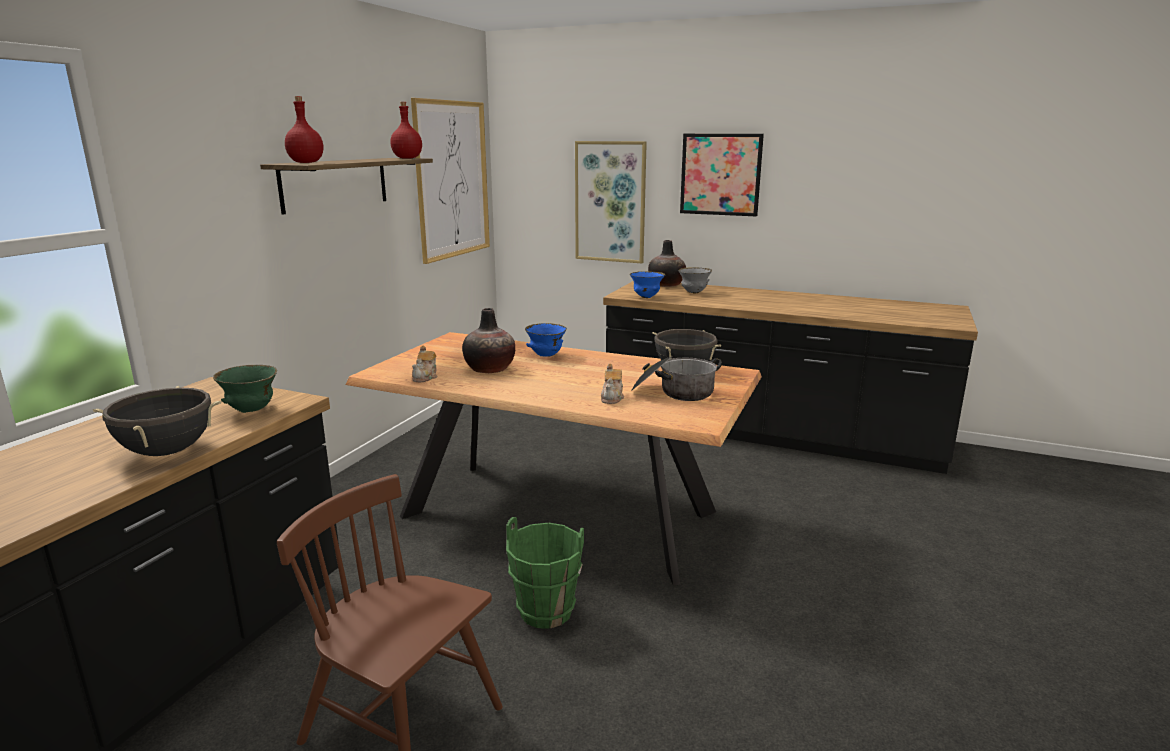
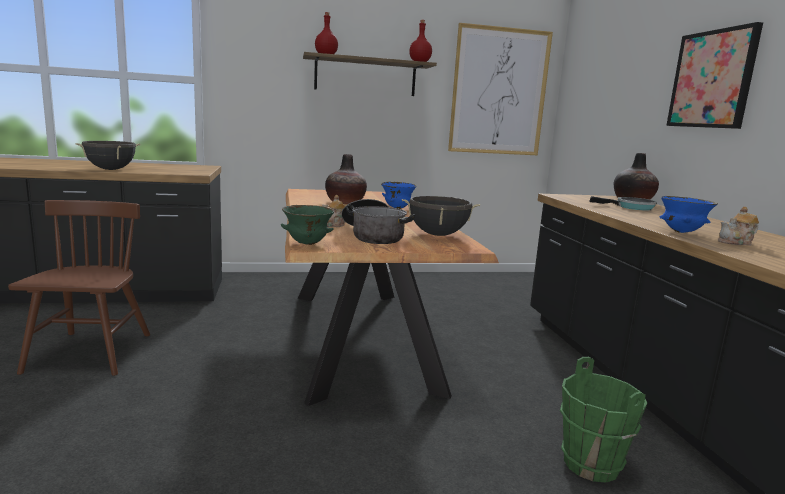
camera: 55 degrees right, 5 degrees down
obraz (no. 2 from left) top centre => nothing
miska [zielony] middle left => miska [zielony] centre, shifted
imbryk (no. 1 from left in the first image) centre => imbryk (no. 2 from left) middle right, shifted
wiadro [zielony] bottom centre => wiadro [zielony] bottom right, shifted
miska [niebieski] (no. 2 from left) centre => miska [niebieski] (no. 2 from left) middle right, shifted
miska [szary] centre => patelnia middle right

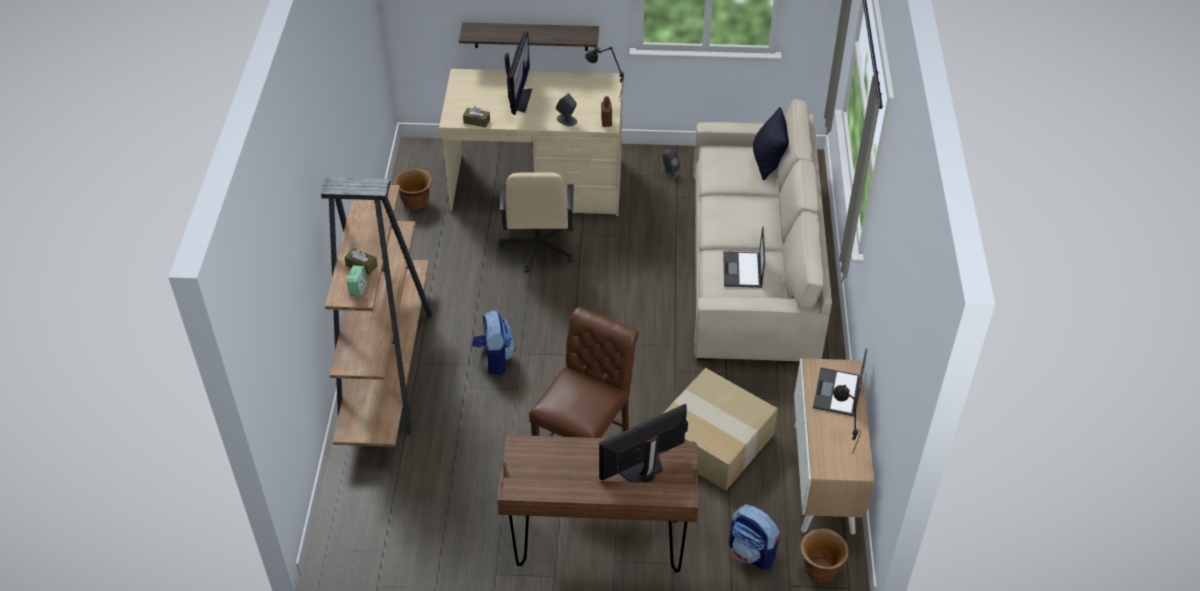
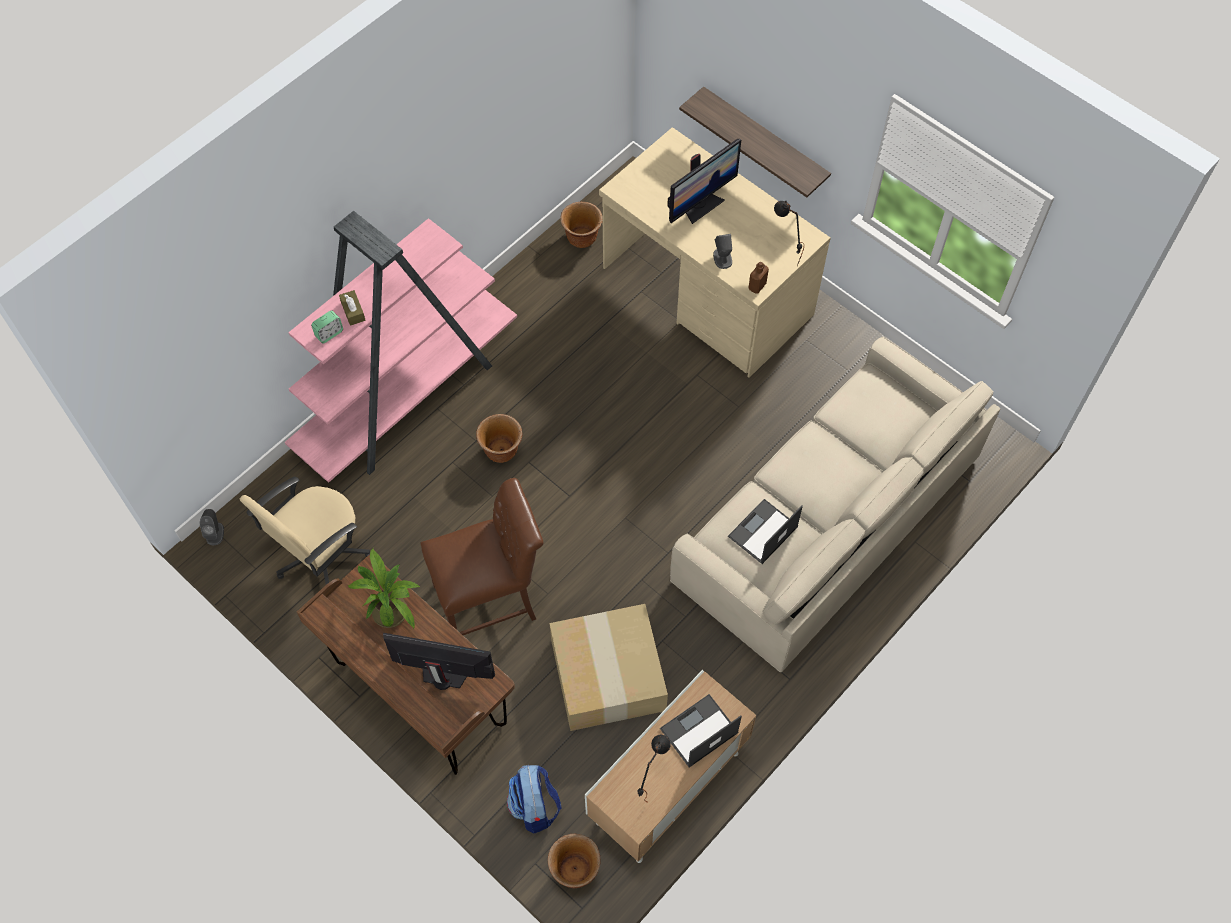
camera: 40 degrees right, 15 degrees up
pudełko chusteczek [brązowy] (no. 2 from left) top centre => nothing
poduszka [czarny] top centre => nothing
nothing => roślina doniczkowa middle left
krzesło biurowe [beżowy] centre => krzesło biurowe [beżowy] middle left, shifted
głośnik [szary] (no. 2 from left in the first image) top centre => głośnik [szary] (no. 1 from left) middle left, shifted
plecak (no. 1 from left) centre => donica [brązowy] (no. 1 from left) centre
regał [brązowy] middle left => regał [różowy] middle left

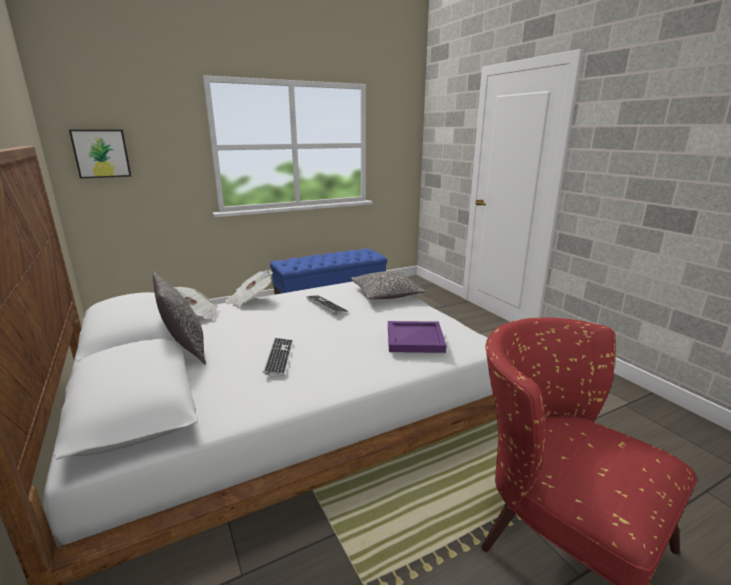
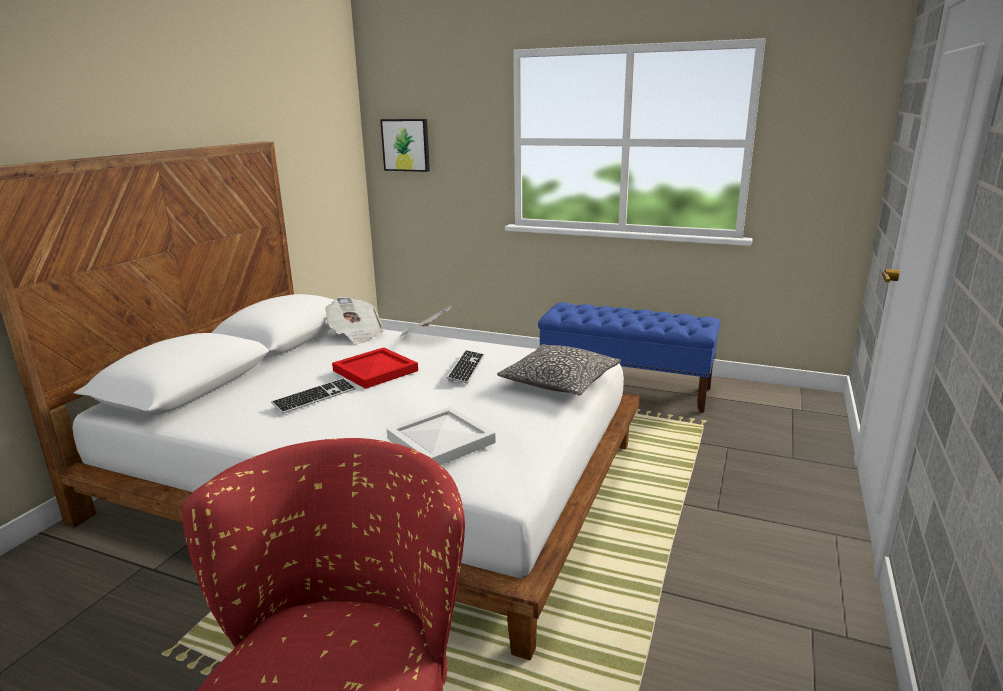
camera: 50 degrees right, 0 degrees up
poduszka (no. 1 from left) middle left => nothing
nothing => taca [czerwony] centre
taca [fioletowy] centre => taca [biały] centre

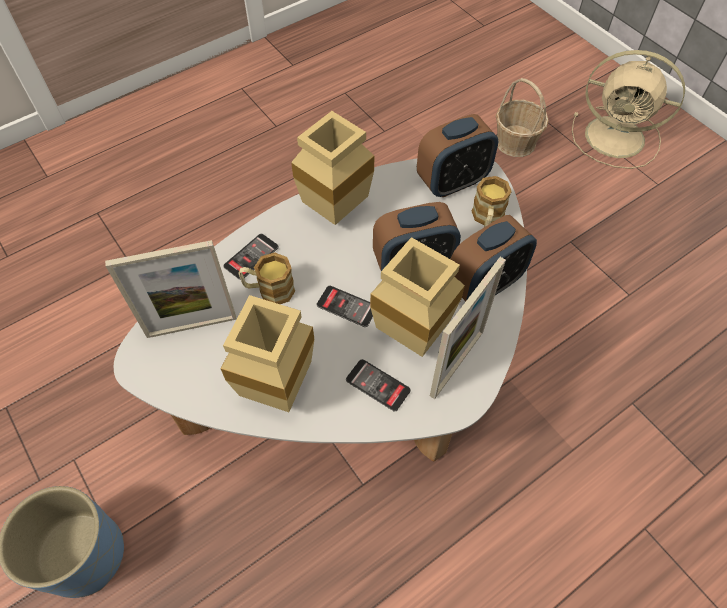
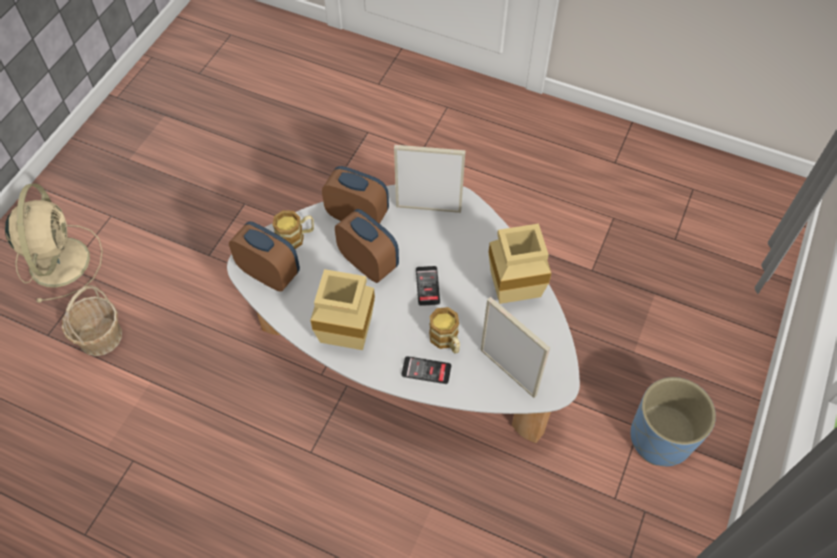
camera: 120 degrees left, 0 degrees up
telefon (no. 3 from left) centre => nothing
wazon [beżowy] (no. 3 from left) centre => nothing

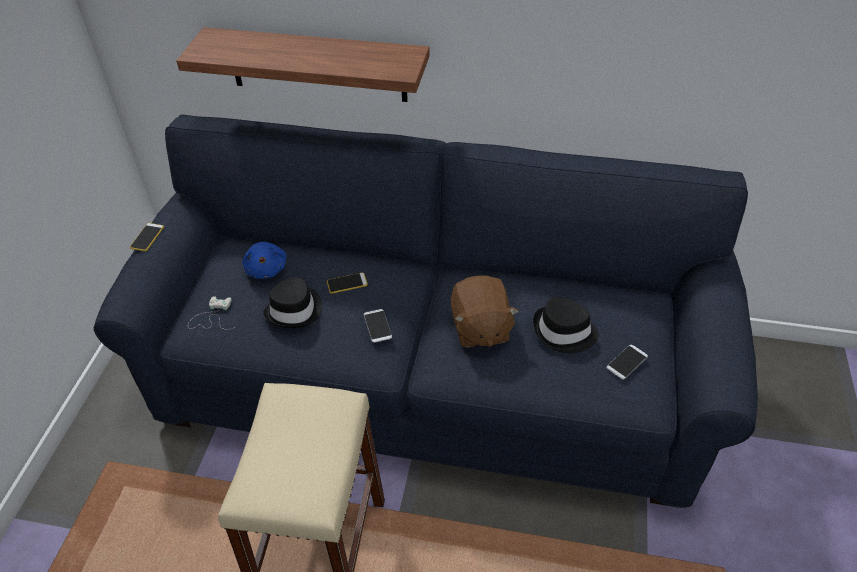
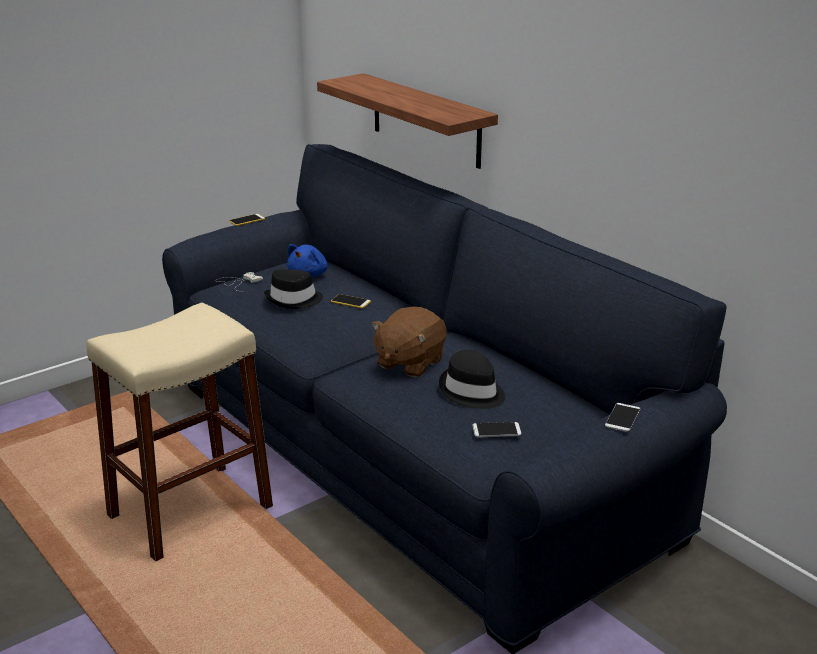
camera: 40 degrees right, 20 degrees down
telefon (no. 3 from left in the first image) centre => telefon (no. 4 from left) middle right, shifted

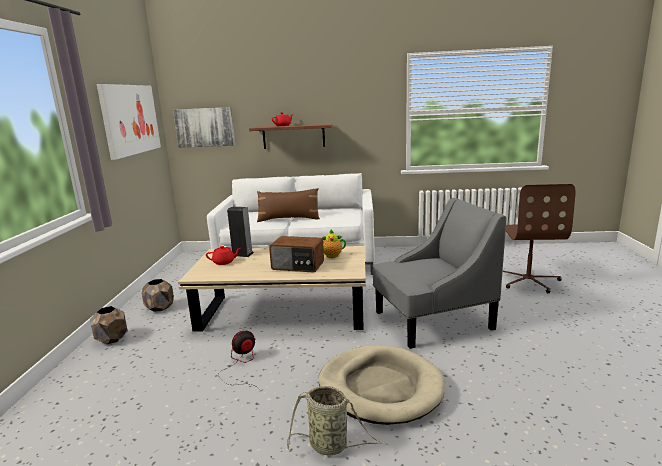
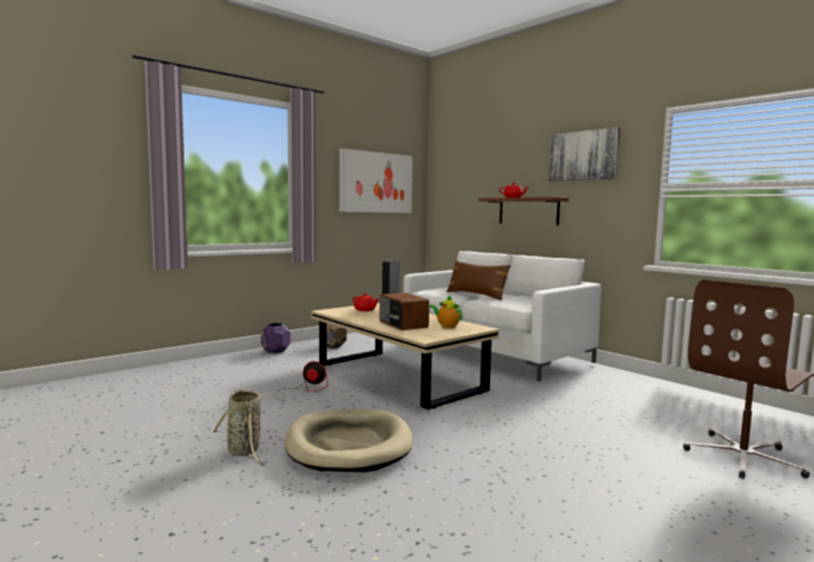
camera: 45 degrees right, 10 degrees down
fotel [szary] centre => nothing
obraz (no. 2 from left) top left => obraz (no. 2 from left) top right, shifted
donica [brązowy] (no. 1 from left) bottom left => donica [fioletowy] centre

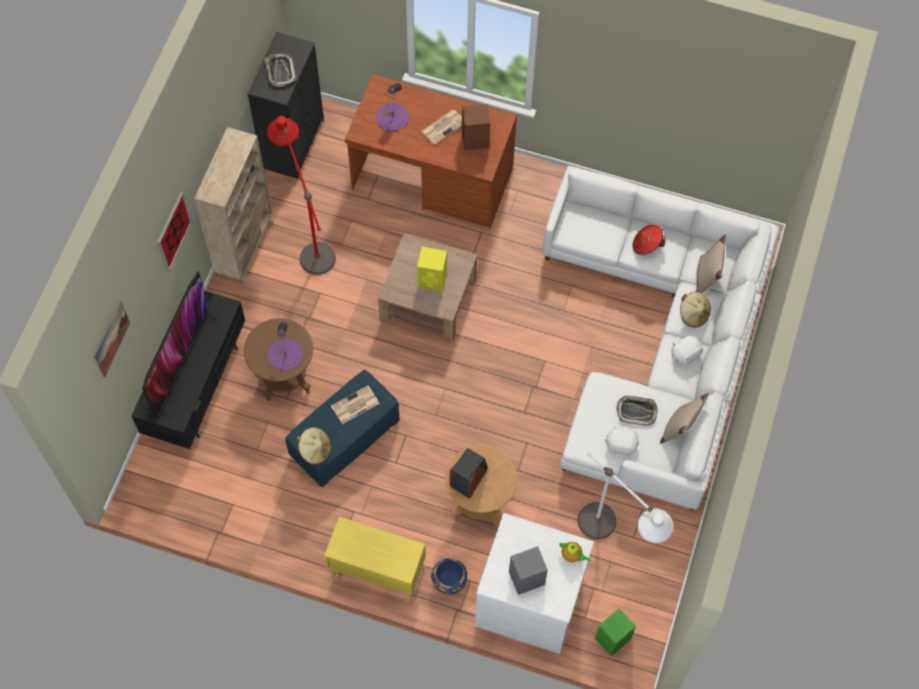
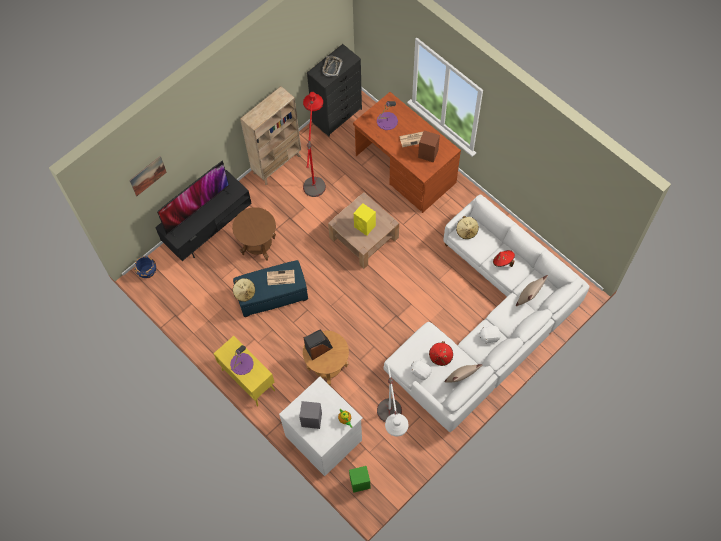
camera: 30 degrees right, 0 degrees up
obraz (no. 2 from left) middle left => nothing
lampa stołowa [fioletowy] (no. 1 from left) middle left => lampa stołowa [fioletowy] (no. 1 from left) centre, shifted
donica [niebieski] bottom centre => donica [niebieski] middle left, shifted
kapelusz [beżowy] (no. 2 from left) middle right => kapelusz [beżowy] (no. 2 from left) centre, shifted
taca (no. 2 from left) middle right => kapelusz [czerwony] (no. 1 from left) centre

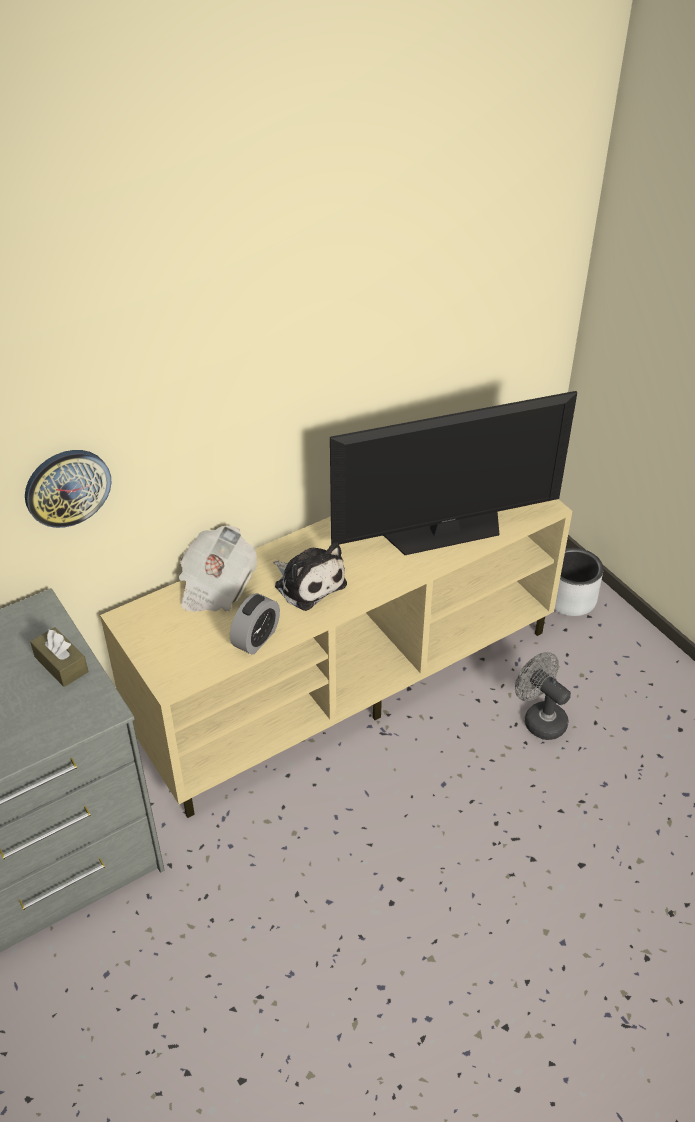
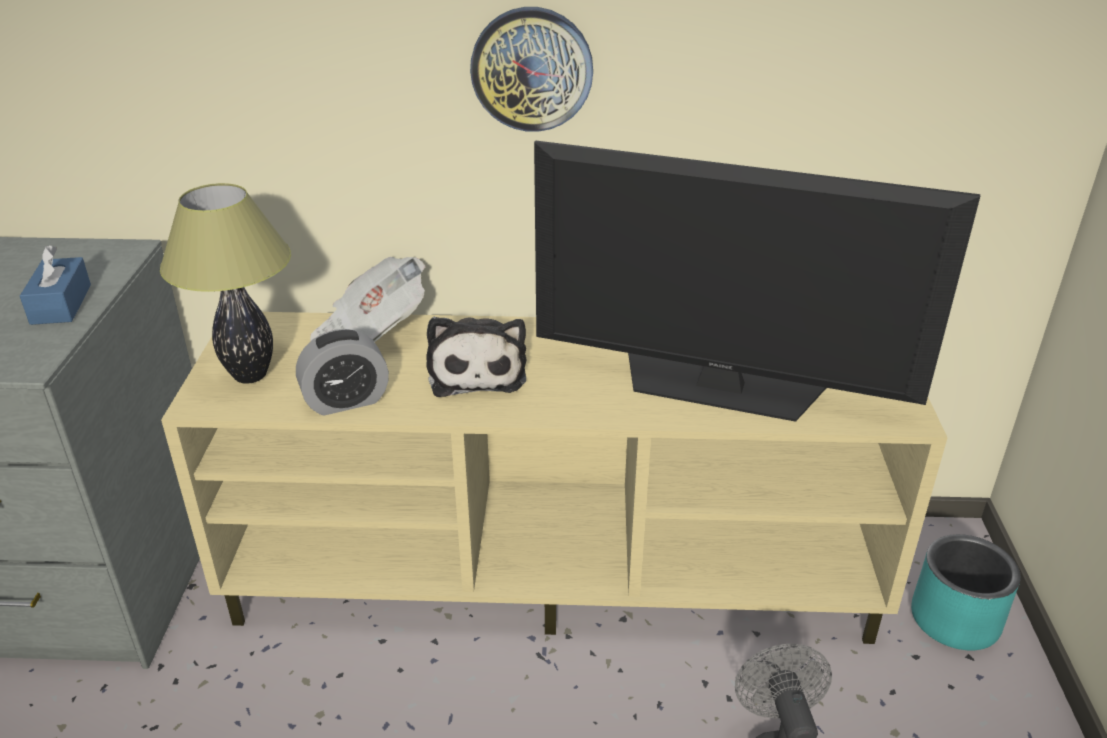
camera: 35 degrees right, 10 degrees down
nothing => lampa stołowa middle left
zegar ścienny middle left => zegar ścienny top centre, shifted
pudełko chusteczek [brązowy] middle left => pudełko chusteczek [niebieski] middle left
donica [szary] middle right => donica [turkusowy] bottom right

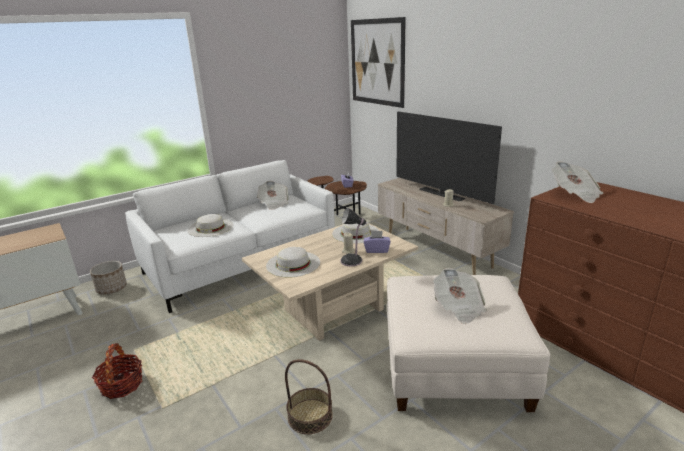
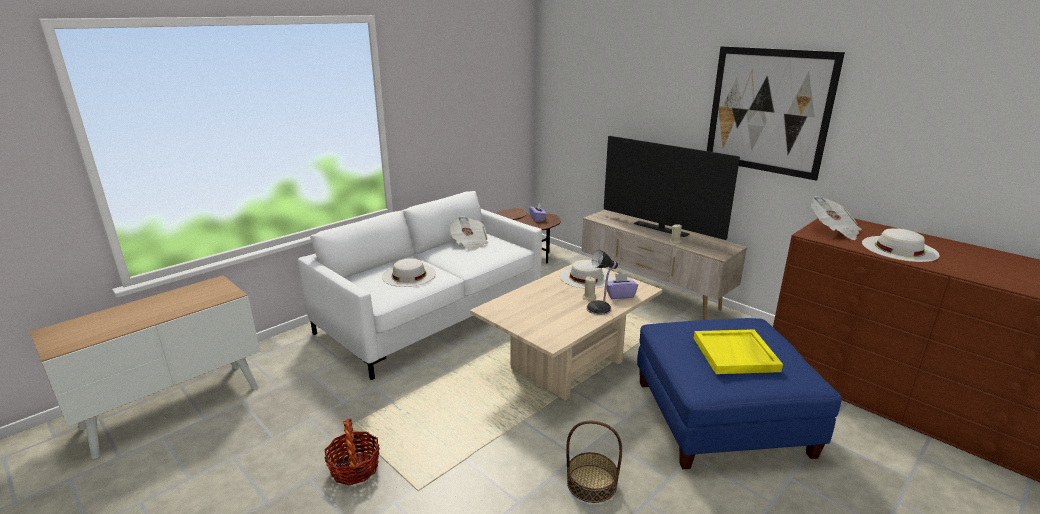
camera: 10 degrees left, 0 degrees up
donica middle left => nothing
kapelusz [biały] (no. 2 from left in the first image) centre => kapelusz [biały] (no. 3 from left) middle right, shifted
obraz top centre => obraz top right, shifted
gazeta (no. 2 from left) middle right => taca [żółty] bottom right
pufa [biały] bottom right => pufa [niebieski] bottom right

